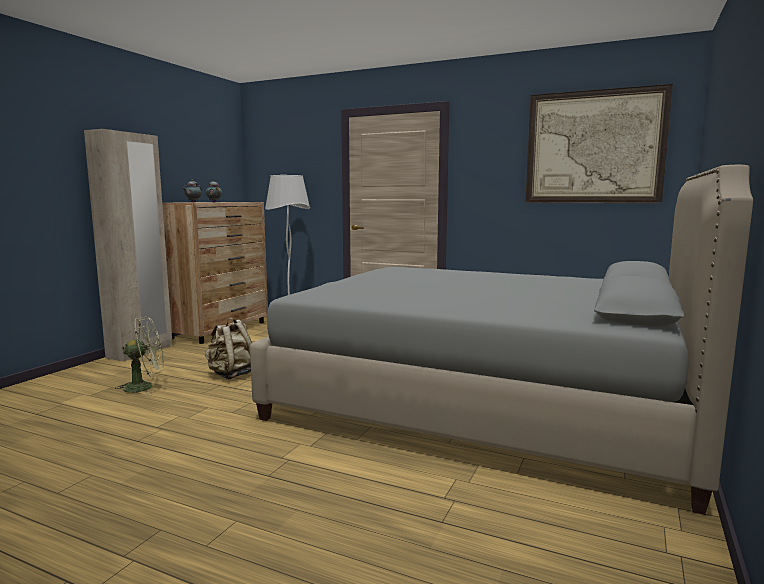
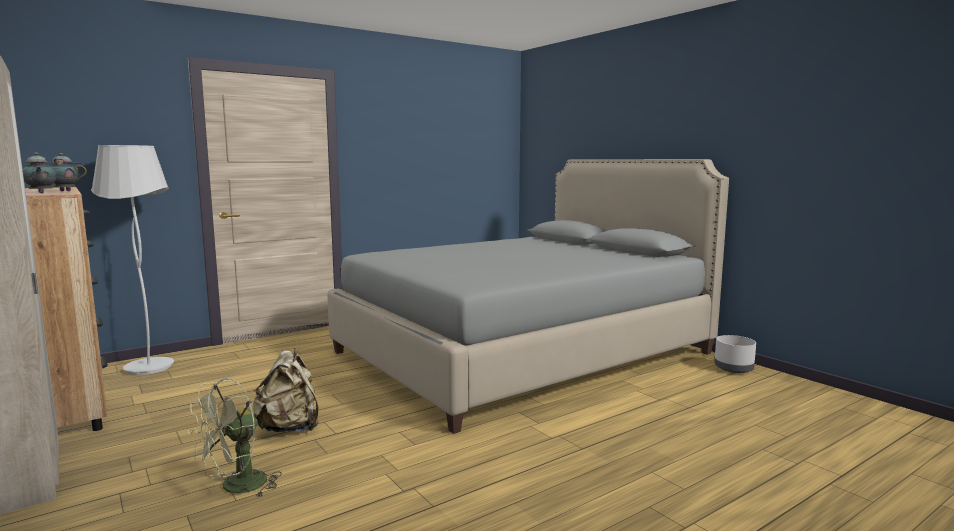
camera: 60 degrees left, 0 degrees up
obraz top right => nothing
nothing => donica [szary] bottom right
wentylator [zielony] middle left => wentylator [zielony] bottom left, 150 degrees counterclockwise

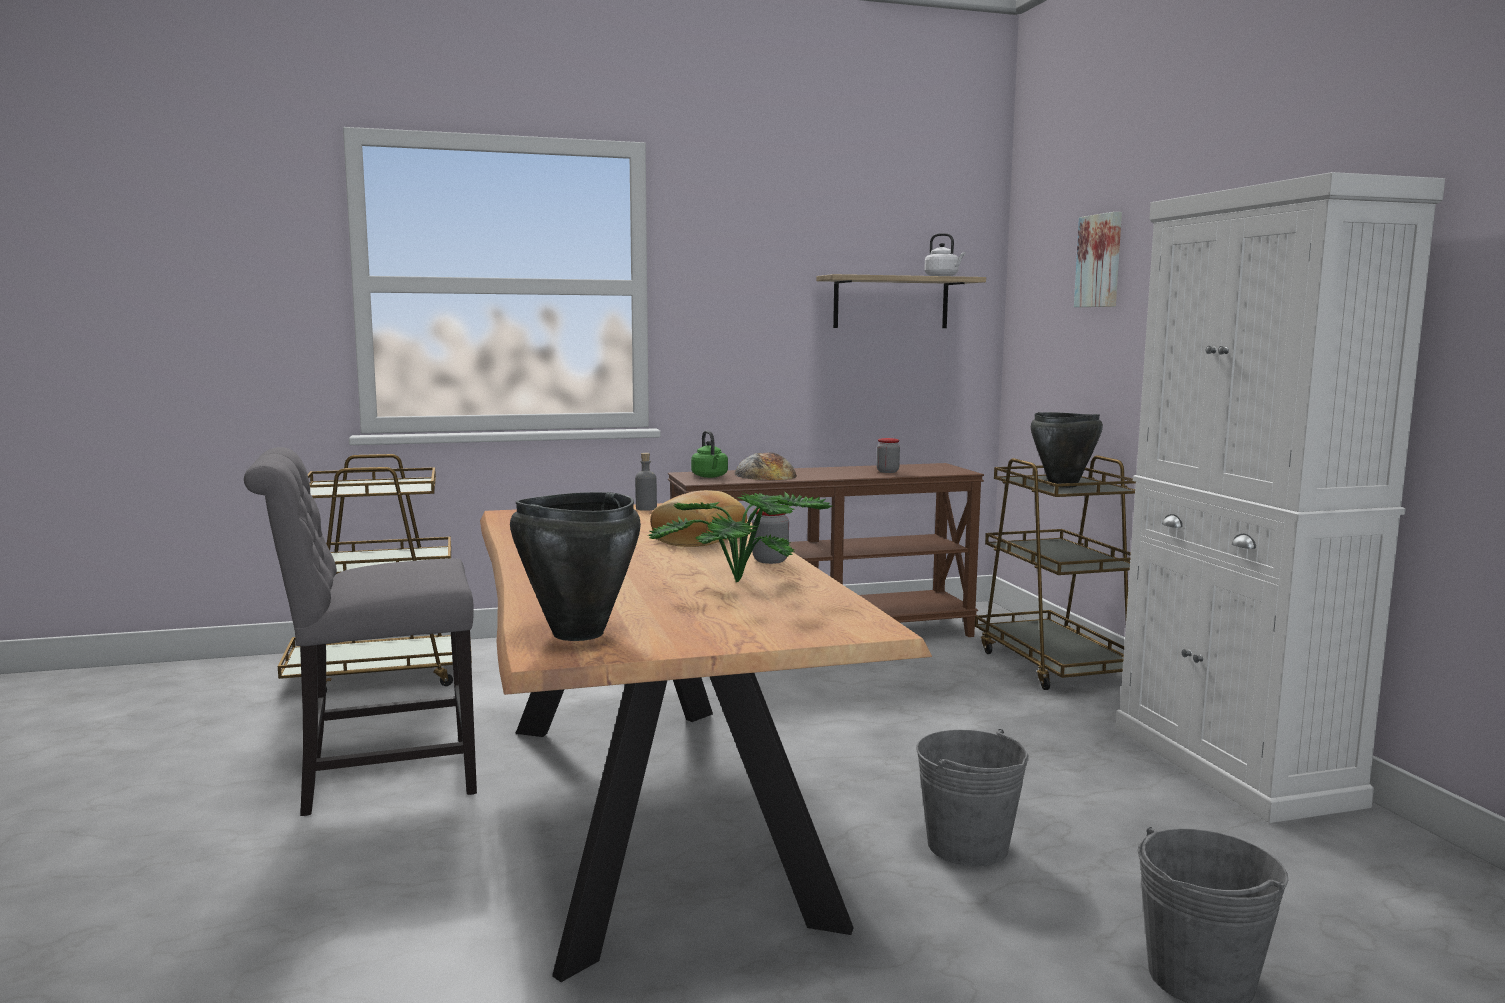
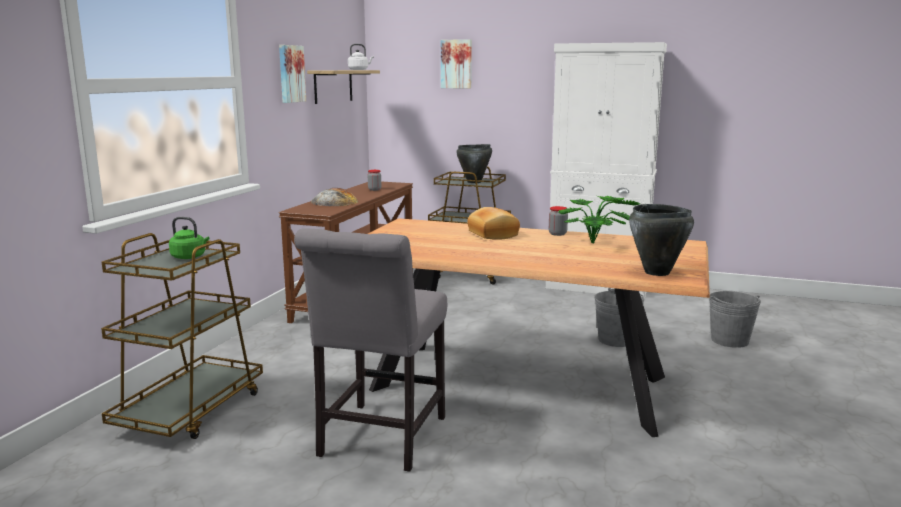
camera: 55 degrees left, 5 degrees up
butelka [szary] centre => nothing
nothing => obraz (no. 1 from left) top left
czajnik [zielony] centre => czajnik [zielony] middle left, shifted

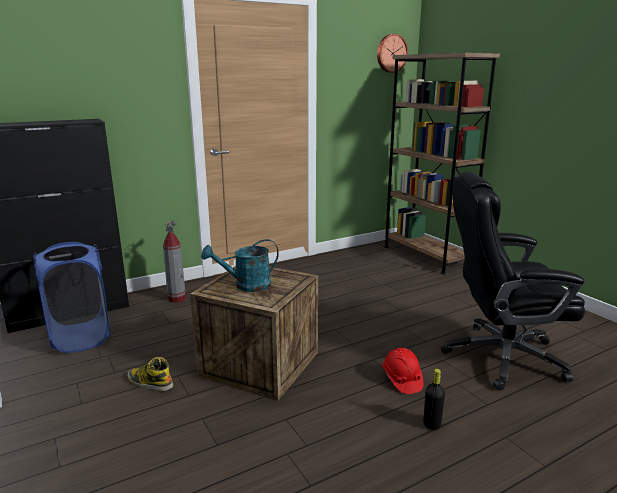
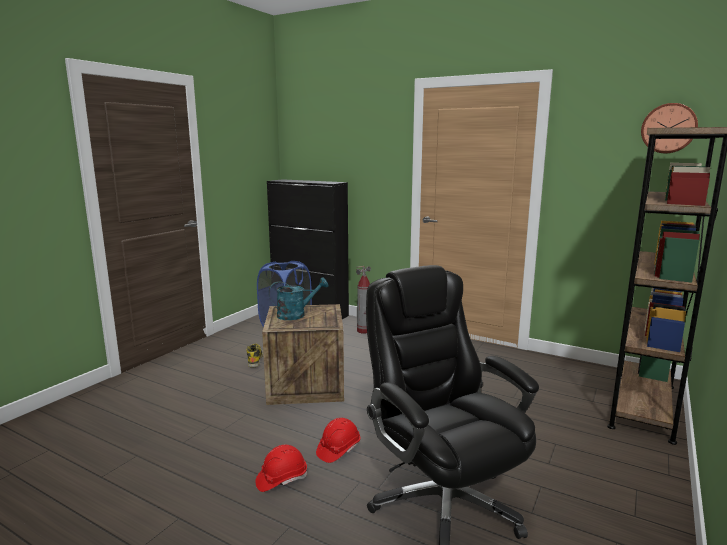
camera: 60 degrees right, 5 degrees down
butelka [czarny] bottom right => kask [czerwony] (no. 1 from left) bottom centre
konewka [turkusowy] centre, 120 degrees clockwise

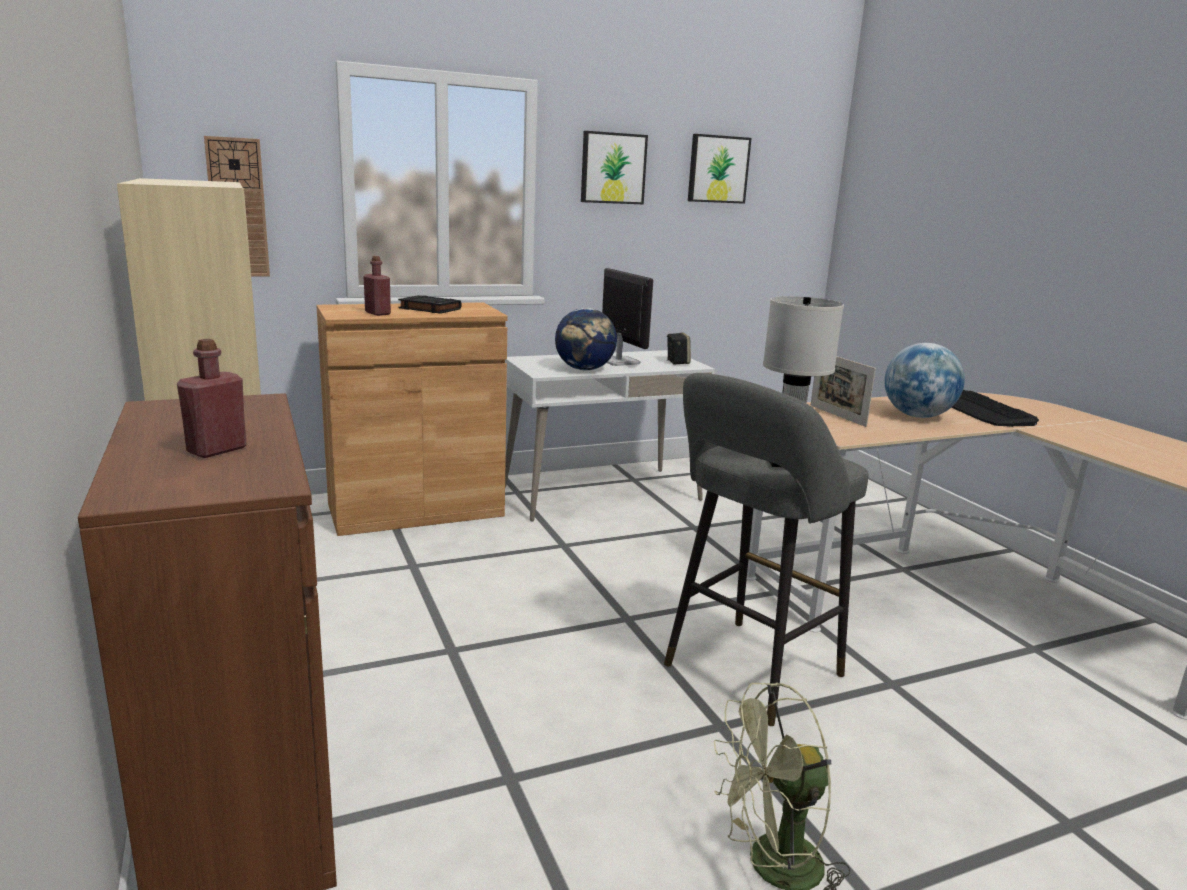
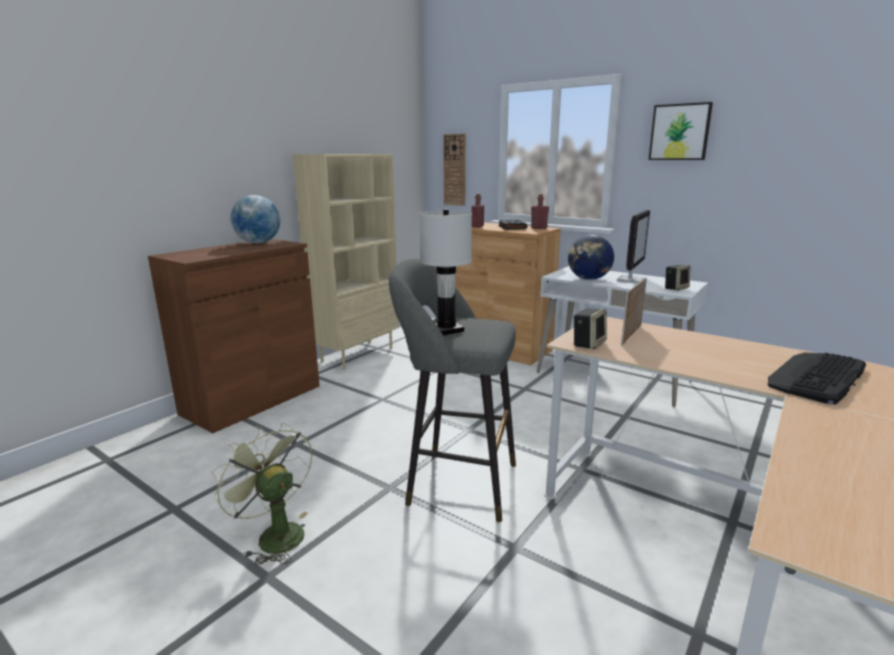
camera: 60 degrees right, 0 degrees up
obraz (no. 2 from left) top centre => nothing
nothing => głośnik (no. 1 from left) centre
butelka [czerwony] (no. 1 from left in the first image) middle left => butelka [czerwony] (no. 2 from left) top centre, shifted
globus (no. 2 from left in the first image) middle right => globus (no. 1 from left) middle left, shifted

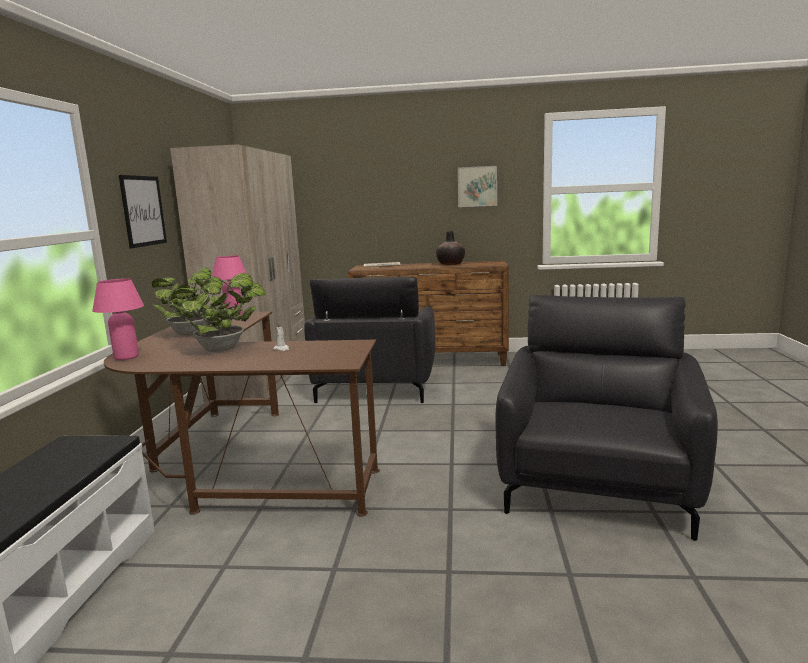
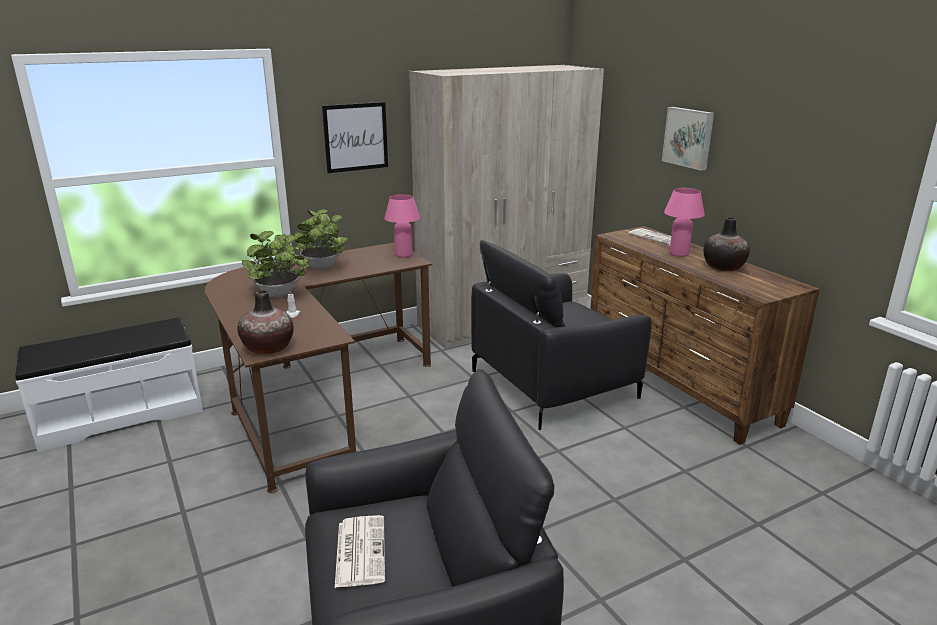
camera: 55 degrees right, 10 degrees up
nothing => wazon (no. 1 from left) middle left
nothing => gazeta (no. 1 from left) bottom centre
lampa stołowa [różowy] (no. 1 from left in the first image) middle left => lampa stołowa [różowy] (no. 2 from left) middle right, shifted
obraz (no. 2 from left) top centre => obraz (no. 2 from left) top right, shifted

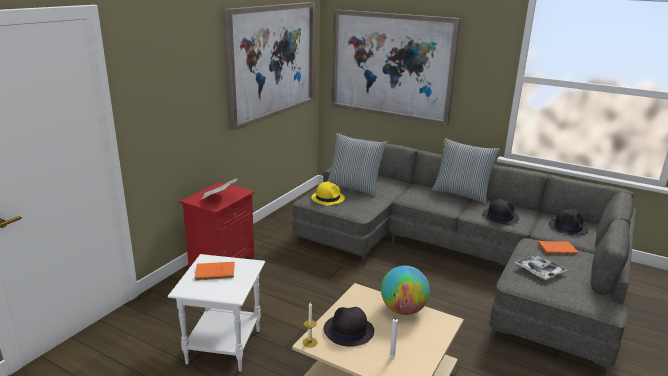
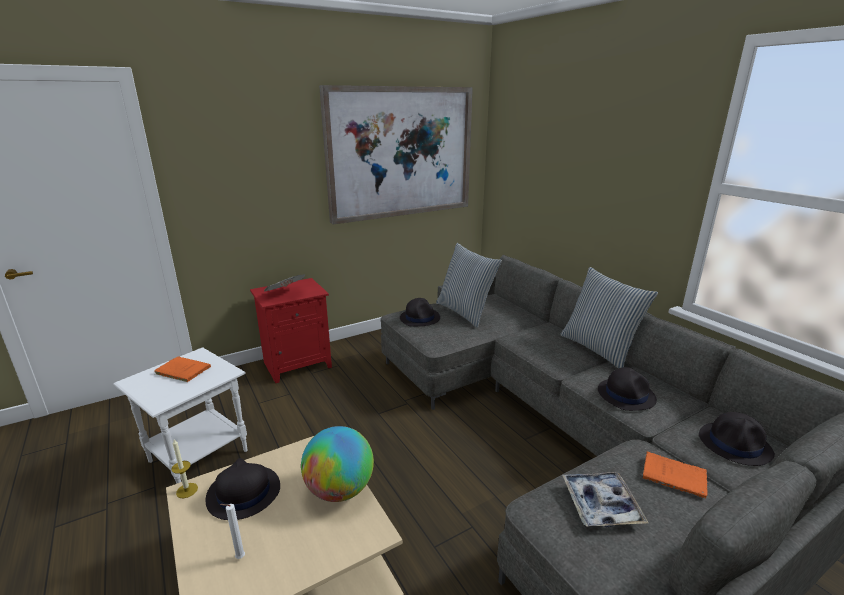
camera: 30 degrees right, 0 degrees up
obraz (no. 2 from left) top centre => nothing
kapelusz [żółty] centre => kapelusz [czarny] (no. 2 from left) centre

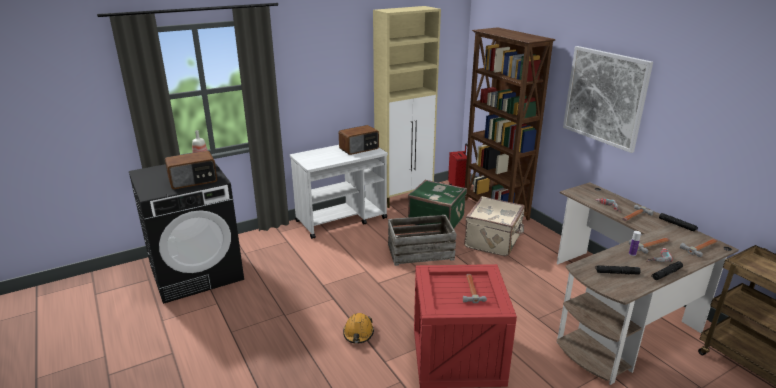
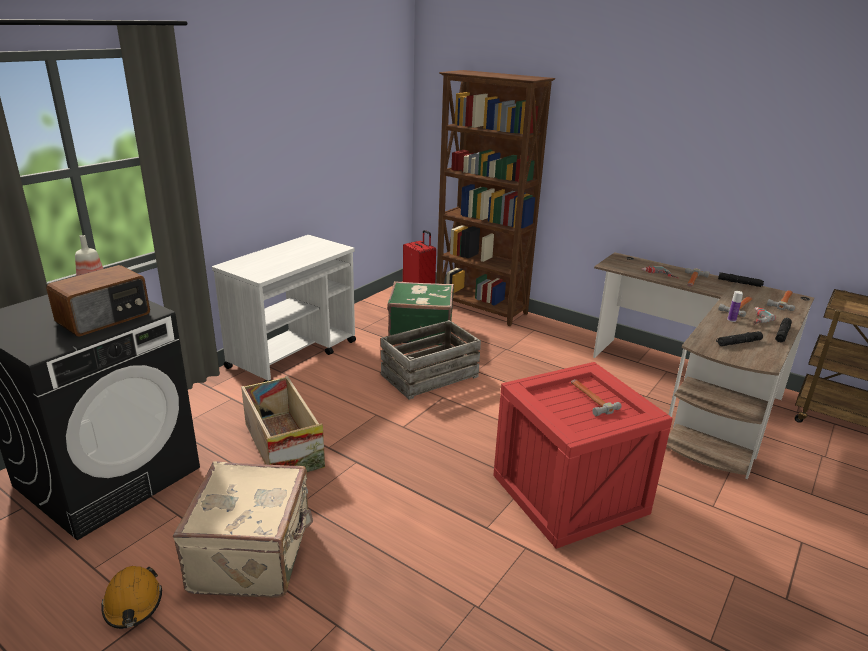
camera: 25 degrees left, 0 degrees up
radio (no. 2 from left) centre => nothing
szafka [beżowy] top centre => nothing
obraz top right => nothing
nothing => skrzynka (no. 1 from left) middle left
kask [pomarańczowy] bottom centre => kask [pomarańczowy] bottom left, shifted
walizka [beżowy] centre => walizka [beżowy] bottom left, shifted

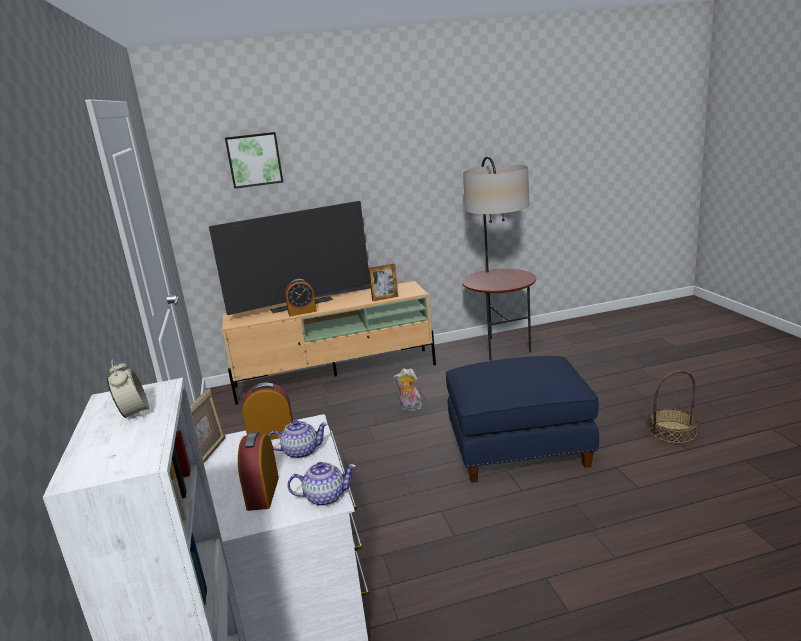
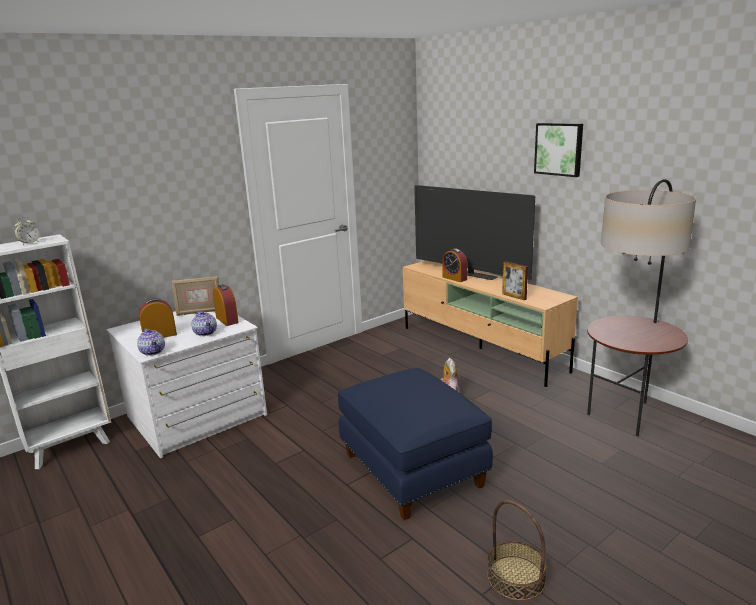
camera: 65 degrees right, 0 degrees up
obraz top left => obraz top right, shifted

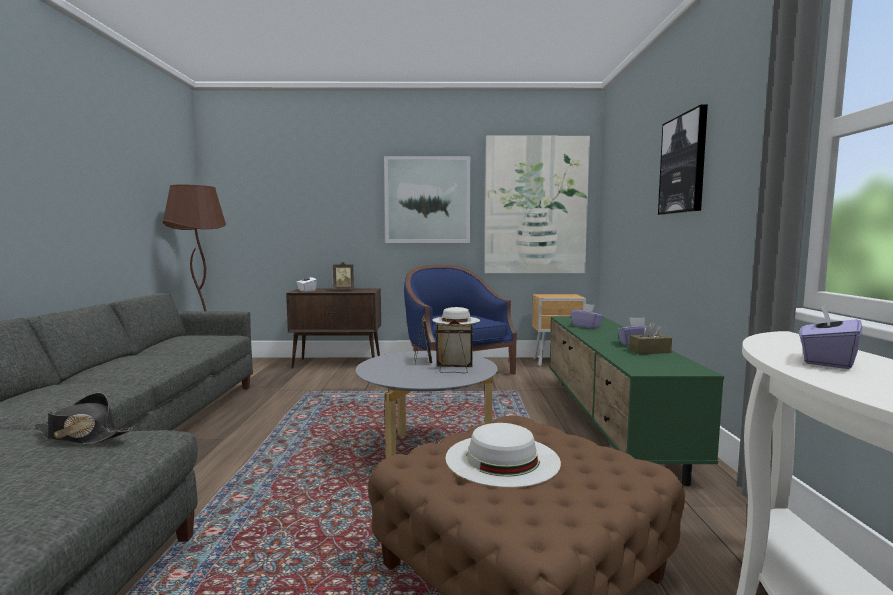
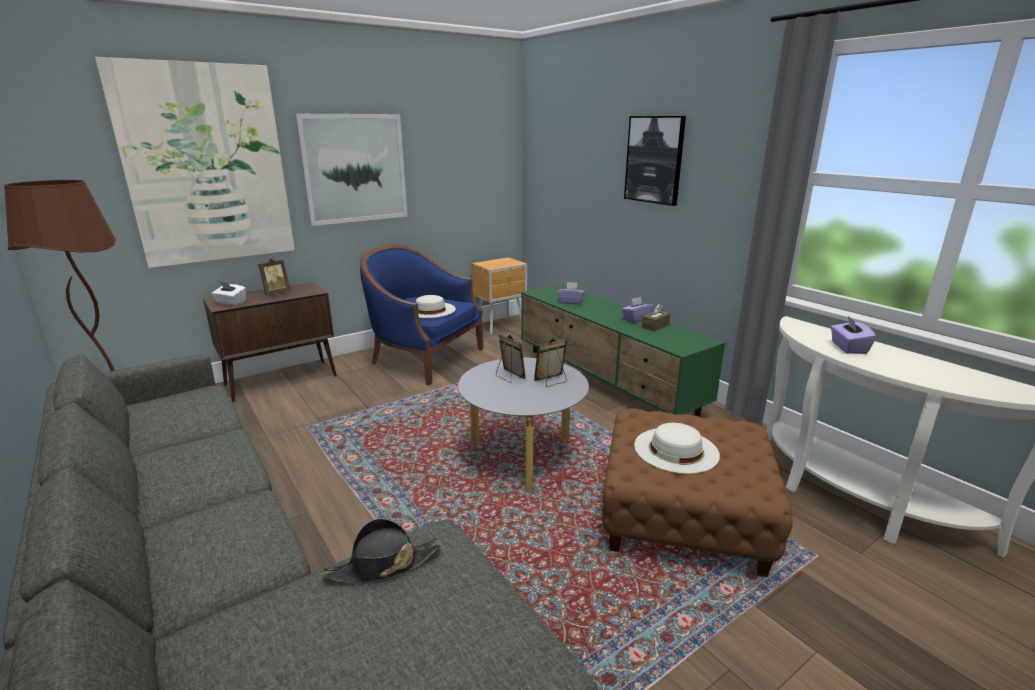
camera: 35 degrees left, 15 degrees up
obraz (no. 2 from left in the first image) centre => obraz (no. 1 from left) top left, shifted

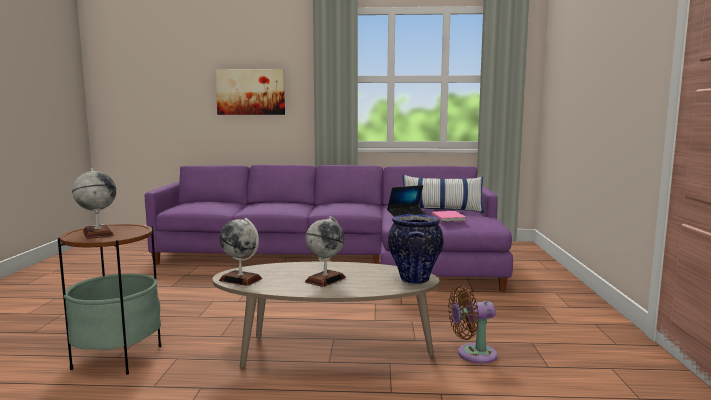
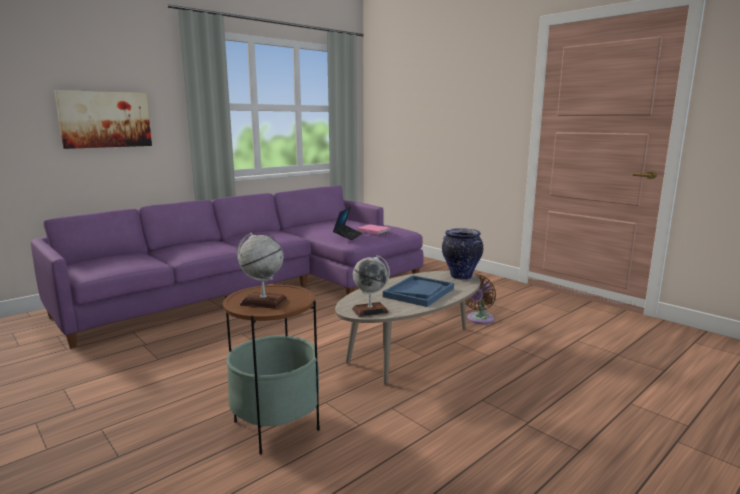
camera: 45 degrees left, 5 degrees up
poduszka centre => nothing
globus (no. 3 from left) centre => taca [niebieski] centre

